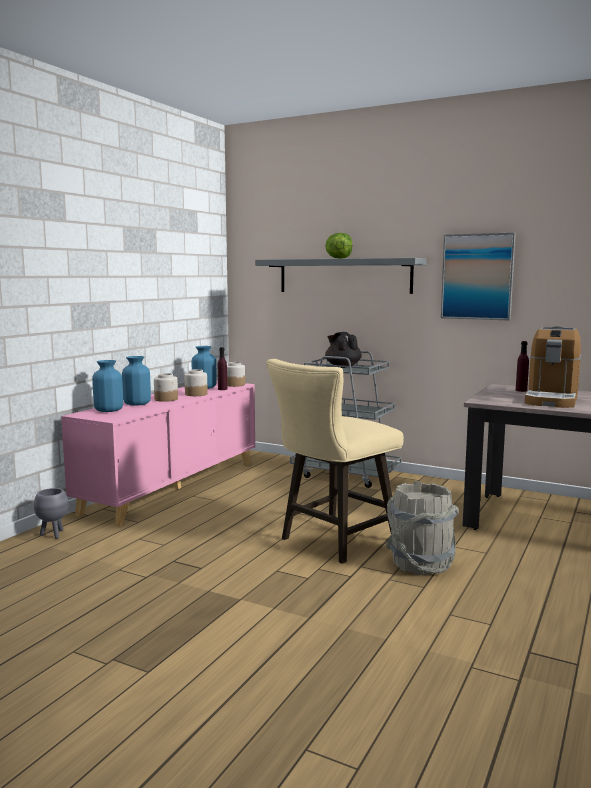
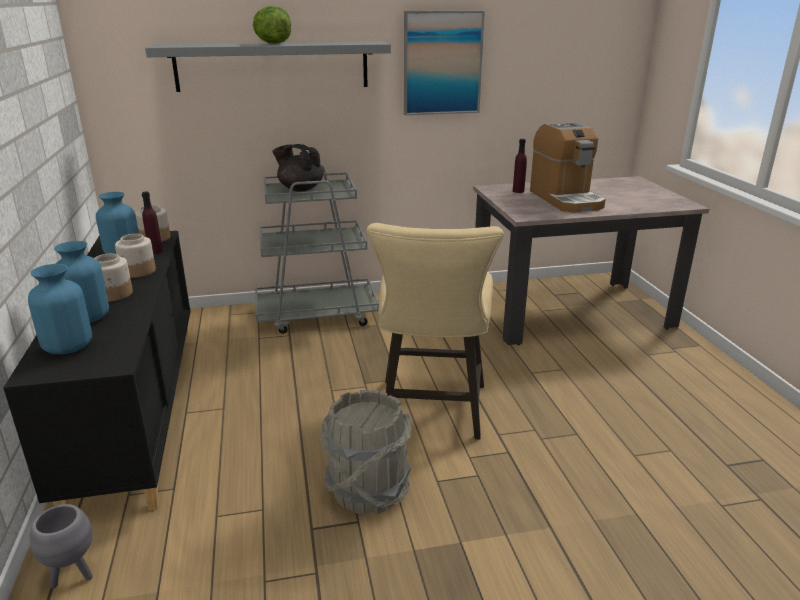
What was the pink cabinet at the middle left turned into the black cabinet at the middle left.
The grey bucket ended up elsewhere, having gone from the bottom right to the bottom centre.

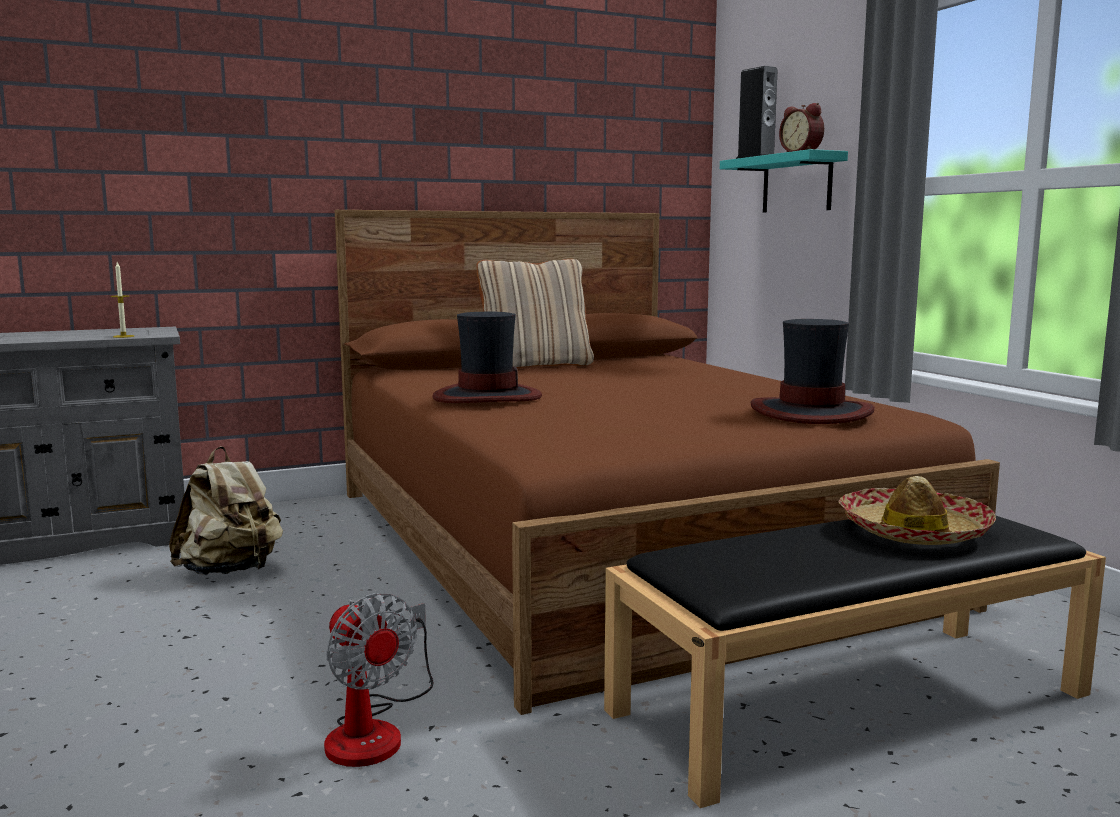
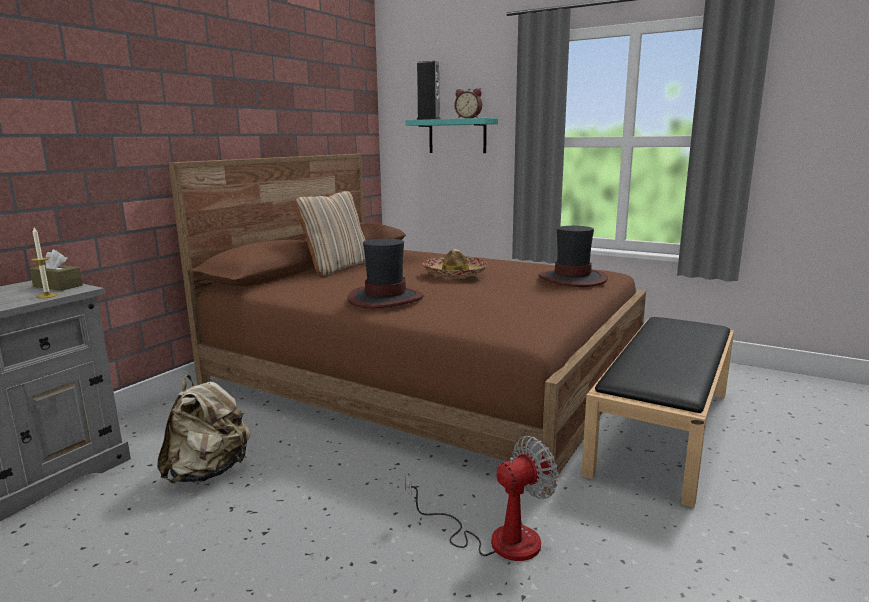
The hat (no. 3 from left in the first image) ended up elsewhere, having gone from the middle right to the centre.
The fan at the bottom centre ended up facing another way, 45 degrees counterclockwise from before.
The second view gained the brown tissue box at the middle left.

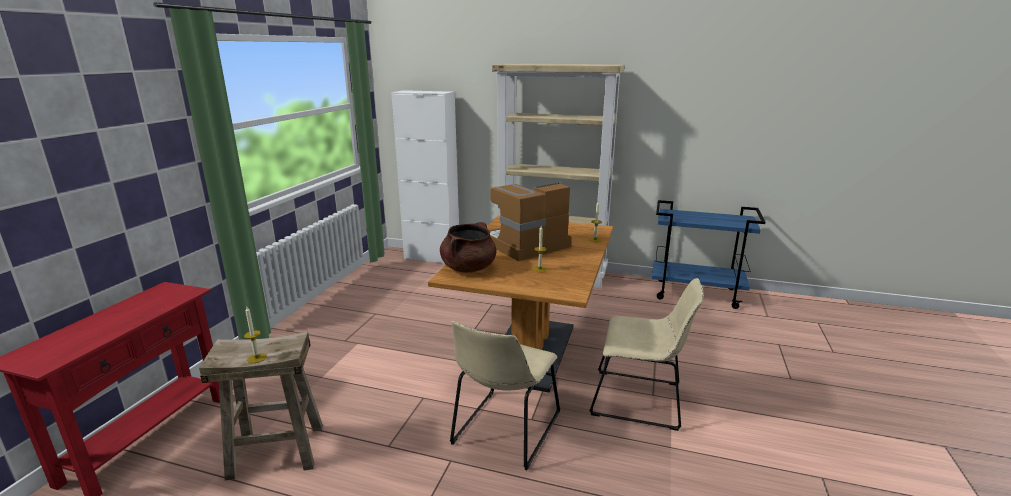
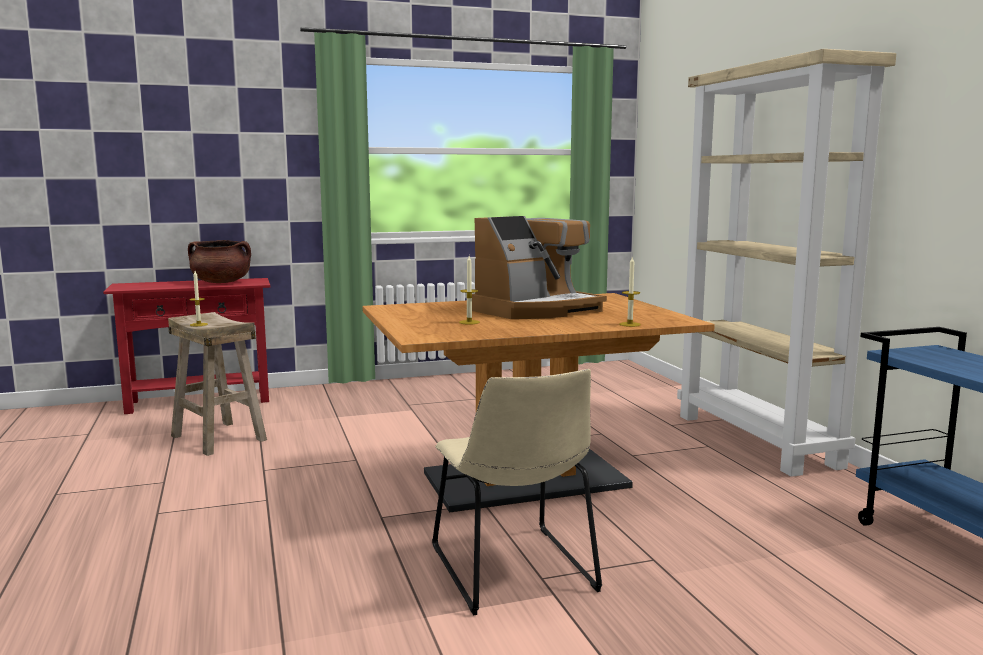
The second view lost the white cabinet at the centre.
The coffee machine at the centre ended up facing another way, 120 degrees clockwise from before.
The brown cooking pot ended up elsewhere, having gone from the centre to the middle left.
The second view lost the beige chair (no. 1 from left) at the bottom centre.

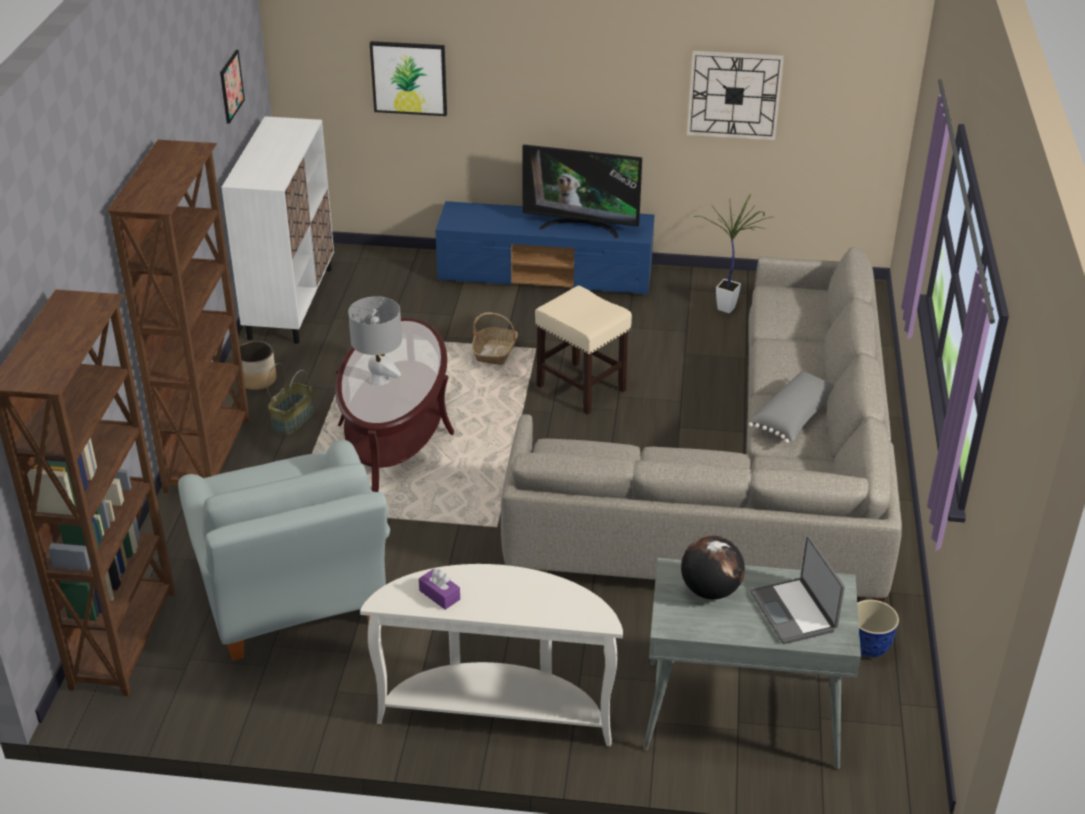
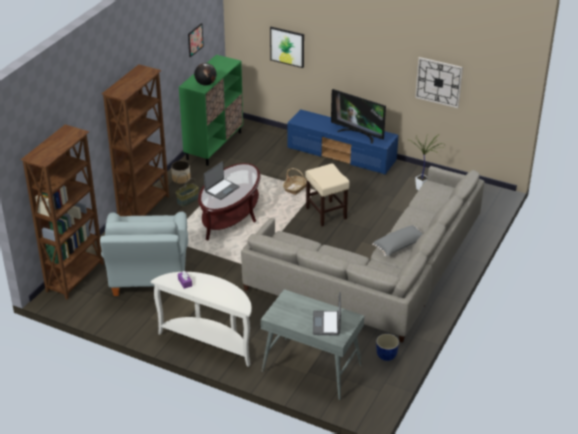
What was the white cabinet at the top left turned into the green cabinet at the top centre.
Where the grey table lamp stood at the centre, the laptop (no. 1 from left) came to stand at the centre.
The globe ended up elsewhere, having gone from the bottom centre to the top centre.

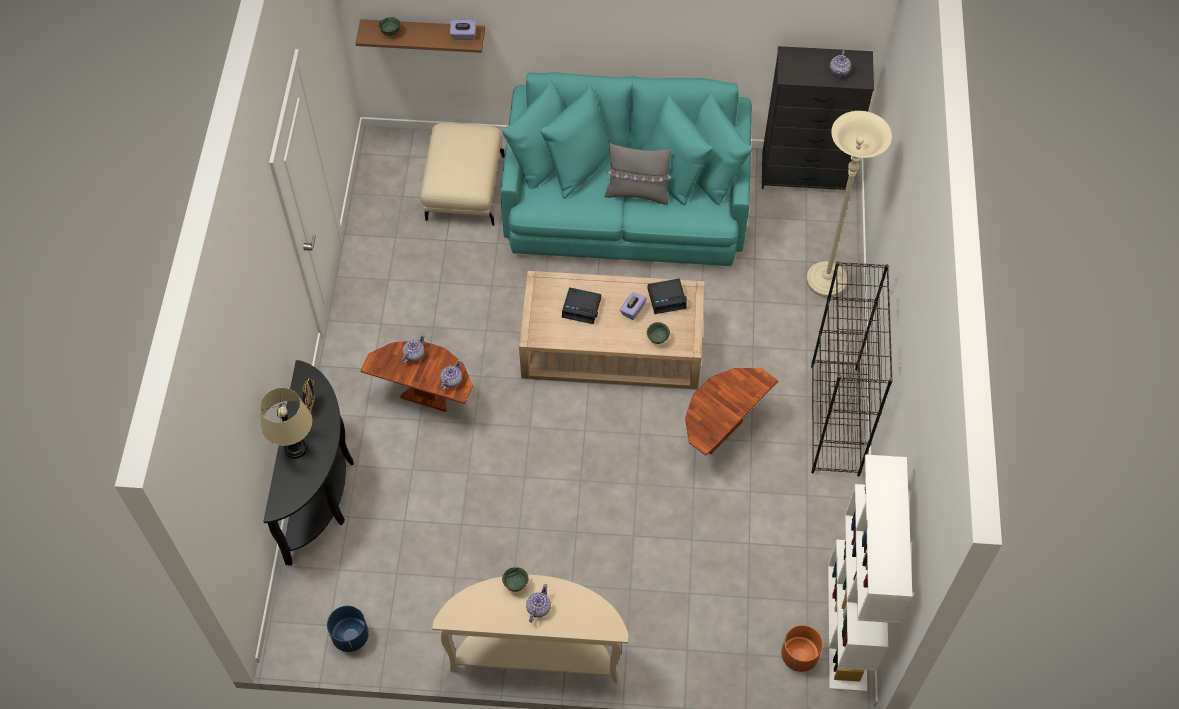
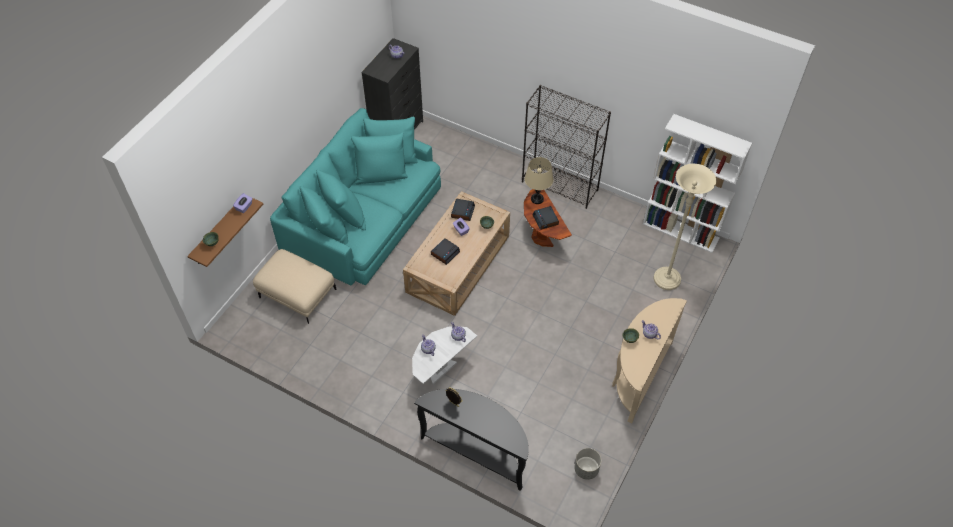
The beige floor lamp ended up elsewhere, having gone from the top right to the middle right.
The second view lost the grey pillow at the top centre.
What was the brown side table (no. 1 from left) at the centre turned into the white side table at the bottom centre.
The beige table lamp ended up elsewhere, having gone from the middle left to the centre.
What was the blue planter at the bottom left turned into the grey planter at the bottom centre.
The second view lost the orange planter at the bottom right.
The second view gained the alarm clock (no. 3 from left) at the centre.

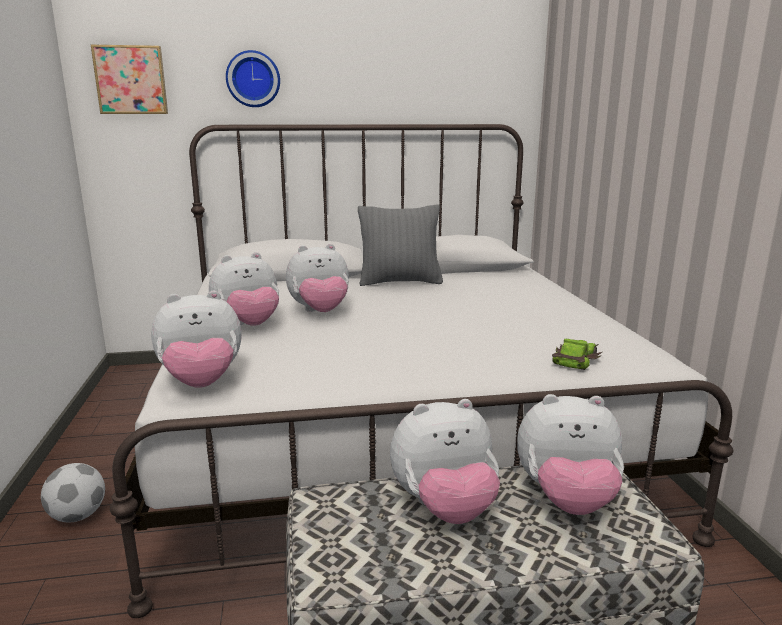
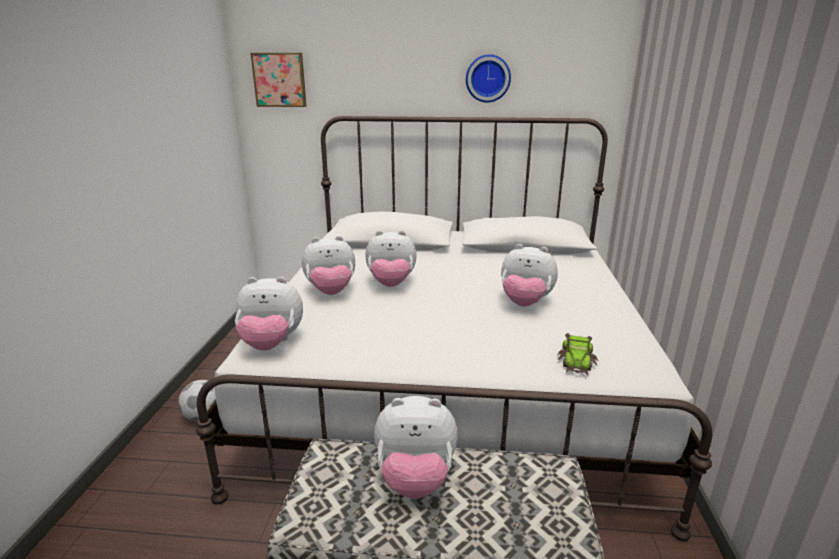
The wall clock ended up elsewhere, having gone from the top left to the top centre.
The second view lost the grey pillow at the centre.
The toy car at the middle right ended up facing another way, 150 degrees clockwise from before.
The plush toy (no. 5 from left) ended up elsewhere, having gone from the bottom right to the centre.

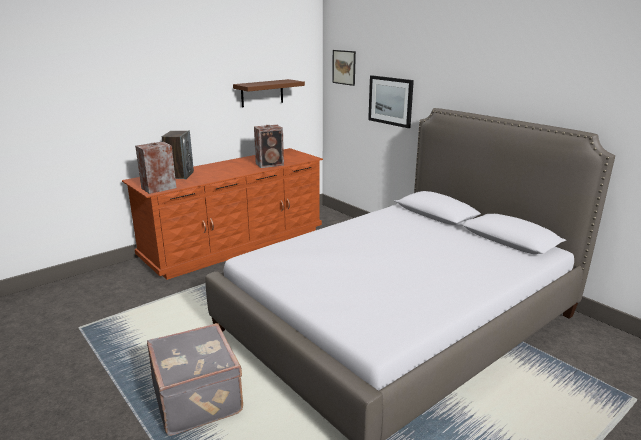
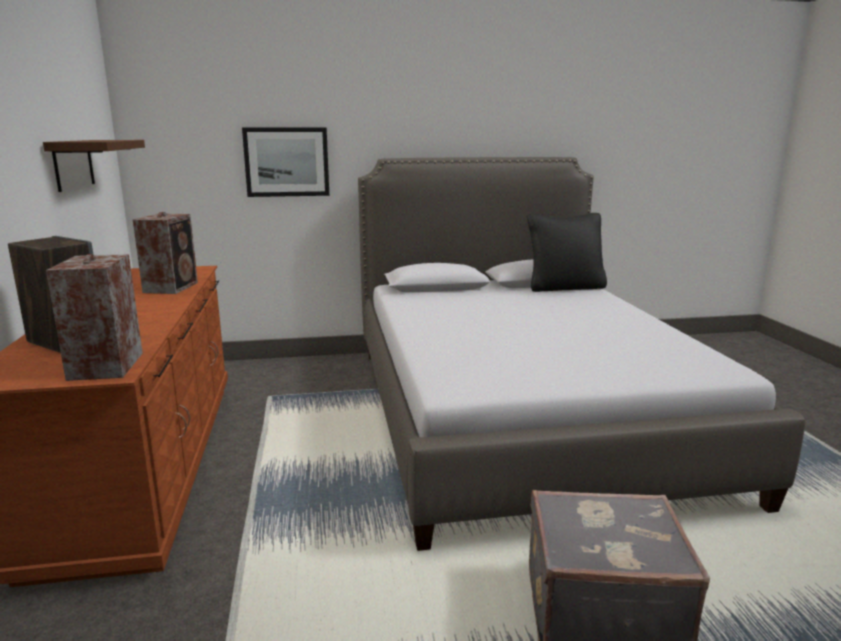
The second view lost the picture (no. 1 from left) at the top centre.
The second view gained the black pillow at the middle right.

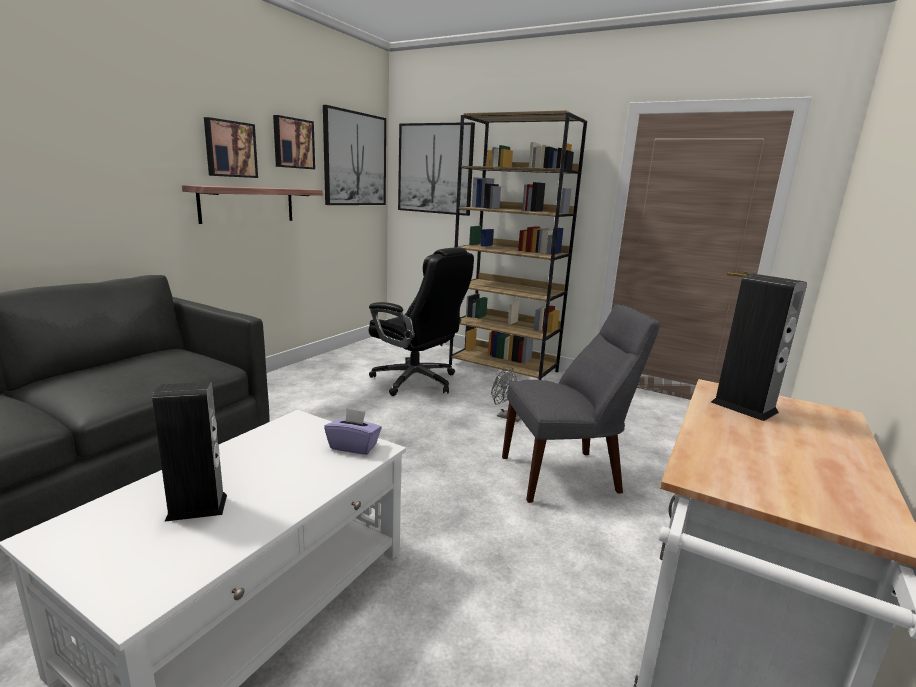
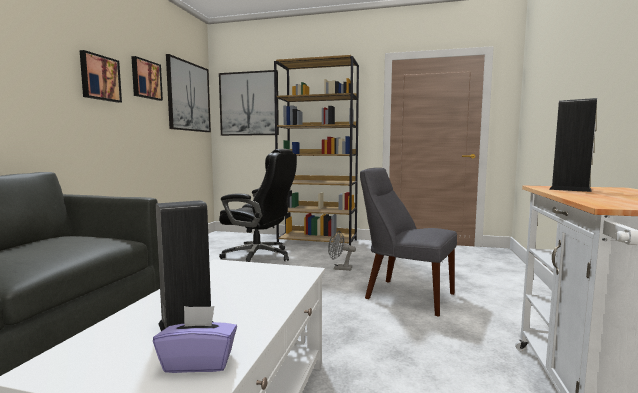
The second view lost the shelf at the top left.
The grey chair at the centre ended up facing another way, 120 degrees counterclockwise from before.
The purple tissue box ended up elsewhere, having gone from the centre to the bottom left.

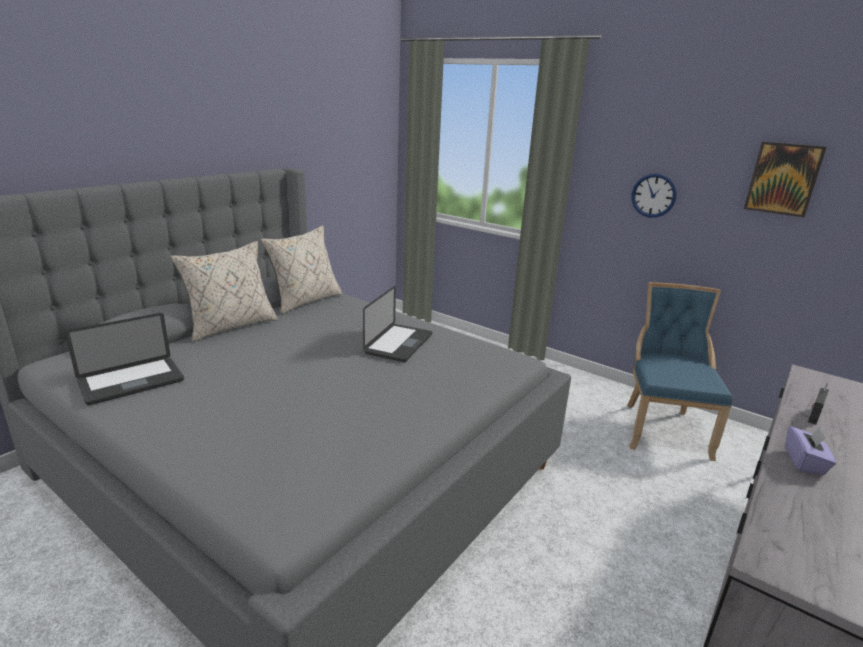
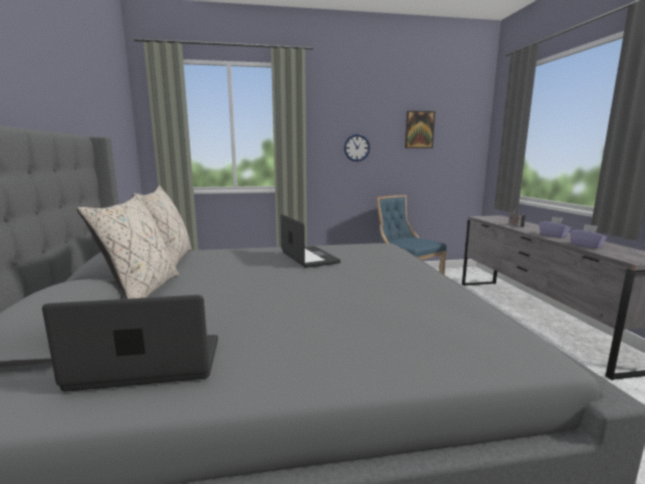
The laptop (no. 1 from left) at the middle left ended up facing another way, 105 degrees counterclockwise from before.
The second view gained the purple tissue box (no. 2 from left) at the middle right.

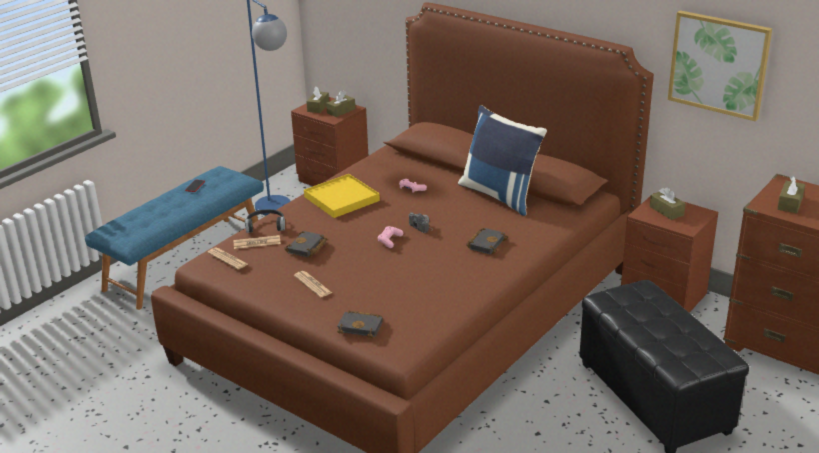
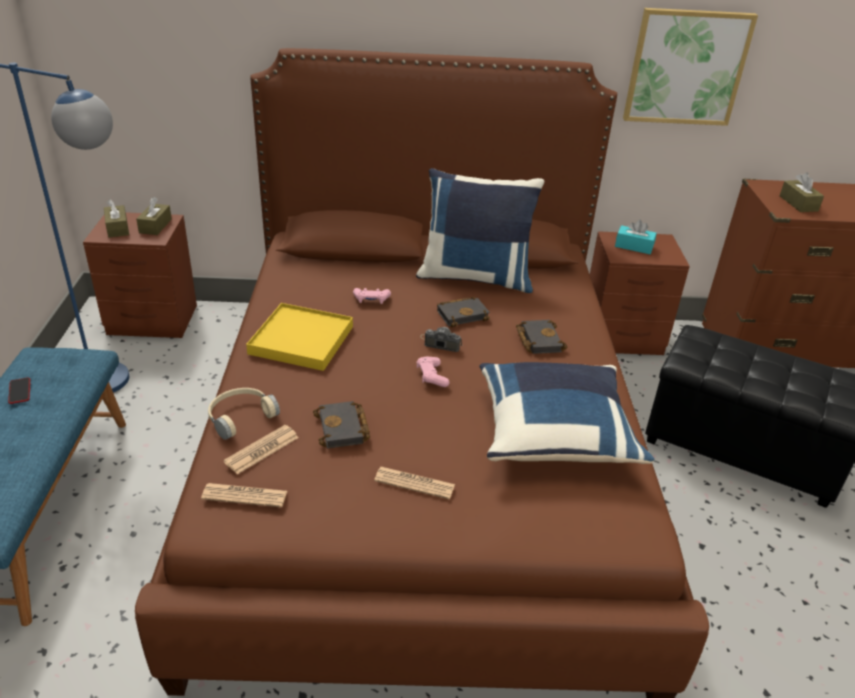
What was the brown tissue box (no. 3 from left) at the middle right turned into the turquoise tissue box at the middle right.
What was the black headphones at the middle left turned into the beige headphones at the middle left.
The black book (no. 2 from left) ended up elsewhere, having gone from the bottom centre to the centre.
The second view gained the blue pillow (no. 2 from left) at the centre.

